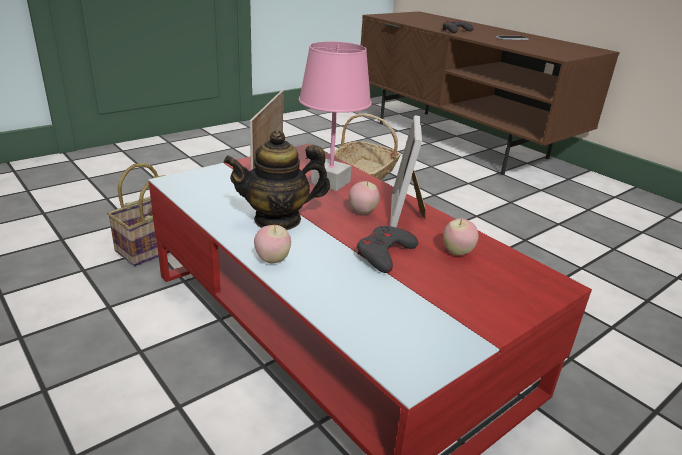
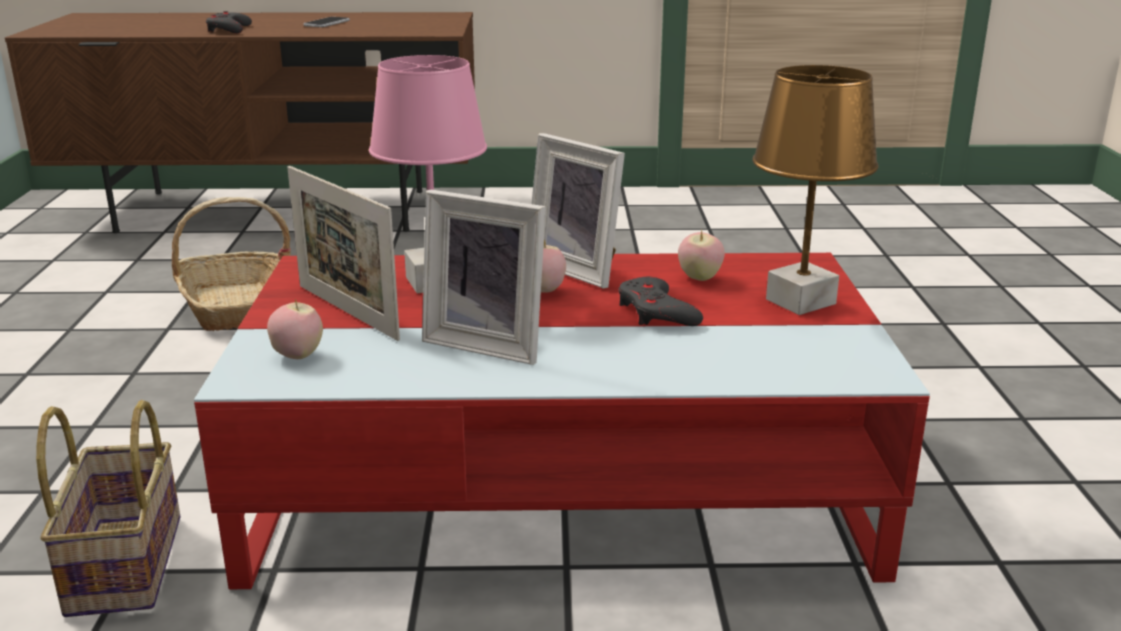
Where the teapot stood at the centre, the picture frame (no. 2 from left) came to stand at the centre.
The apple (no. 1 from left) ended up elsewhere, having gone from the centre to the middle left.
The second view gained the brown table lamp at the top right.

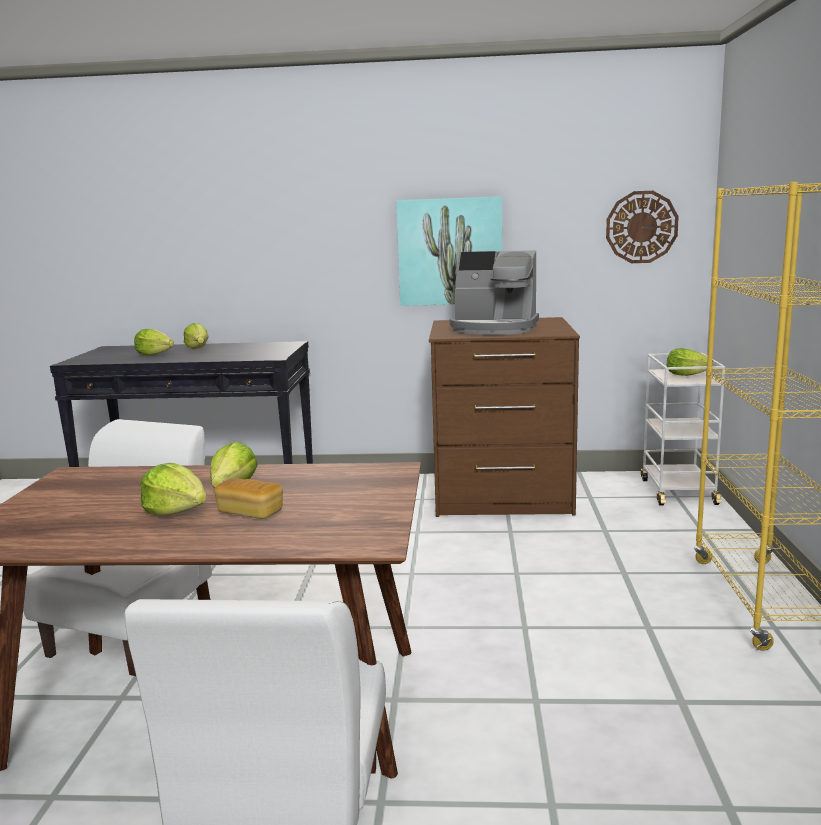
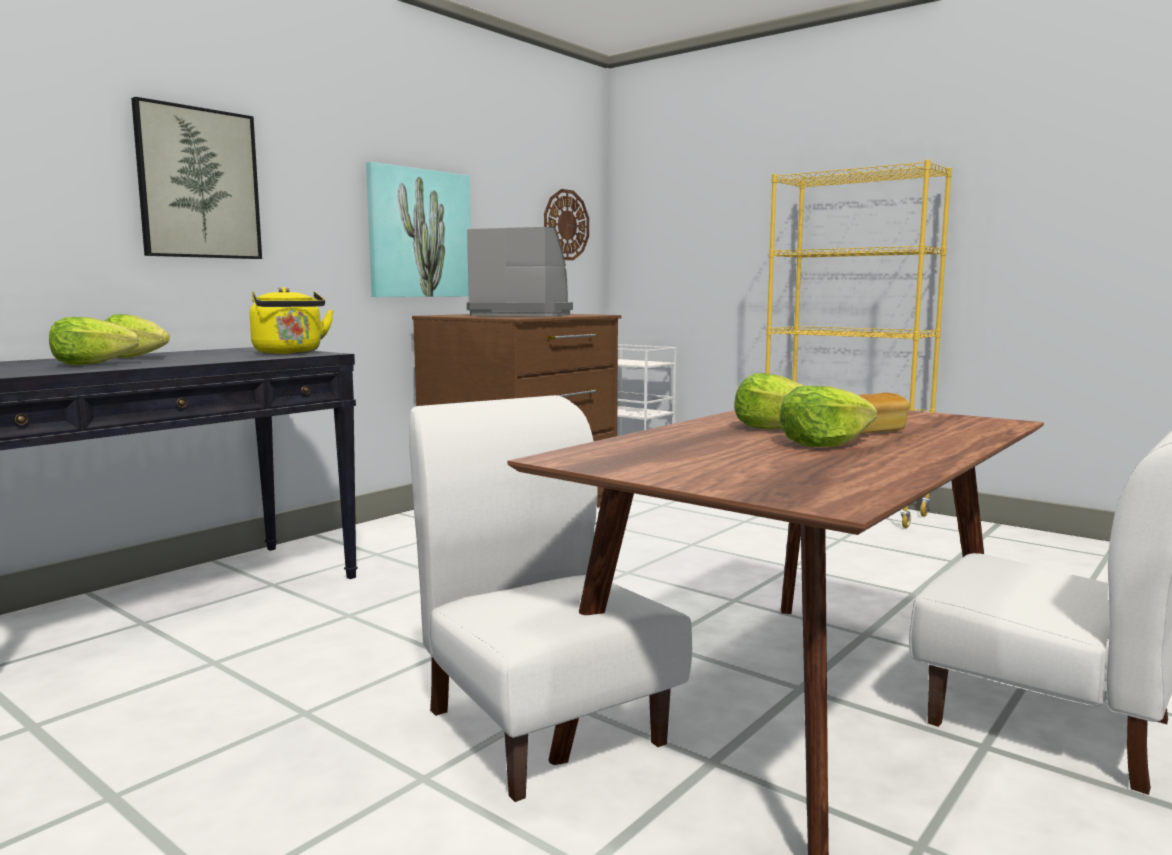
The coffee machine at the centre ended up facing another way, 120 degrees counterclockwise from before.
The second view lost the lettuce (no. 5 from left) at the middle right.
The second view gained the picture (no. 1 from left) at the top left.
The second view gained the yellow kettle at the middle left.

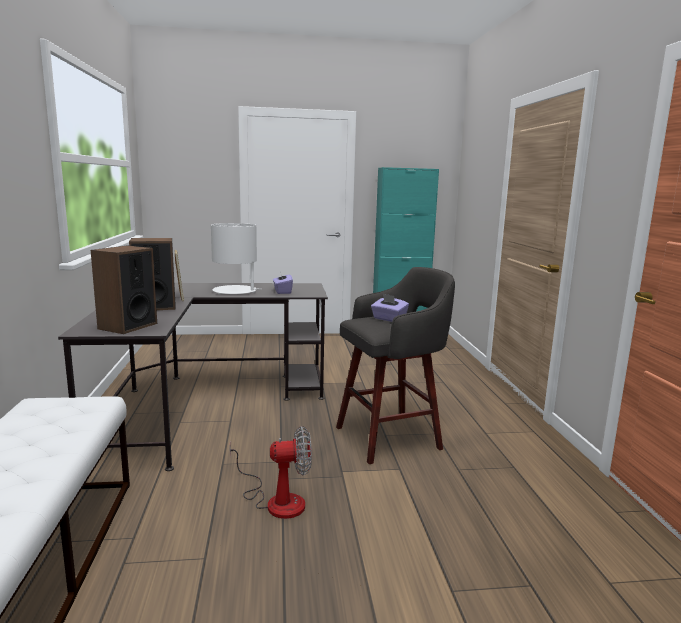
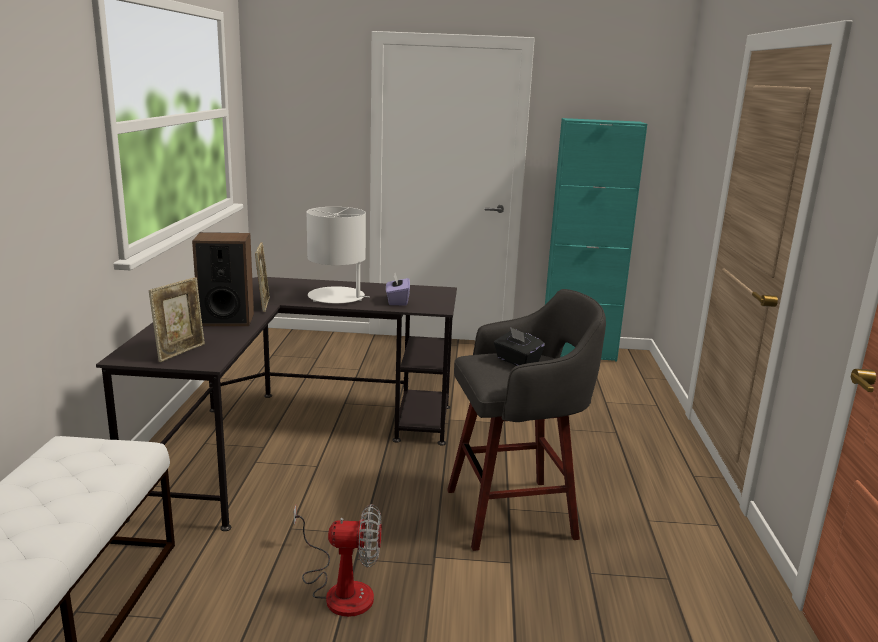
Where the speaker (no. 1 from left) stood at the middle left, the picture frame (no. 1 from left) came to stand at the middle left.
What was the purple tissue box (no. 2 from left) at the centre turned into the black tissue box at the centre.

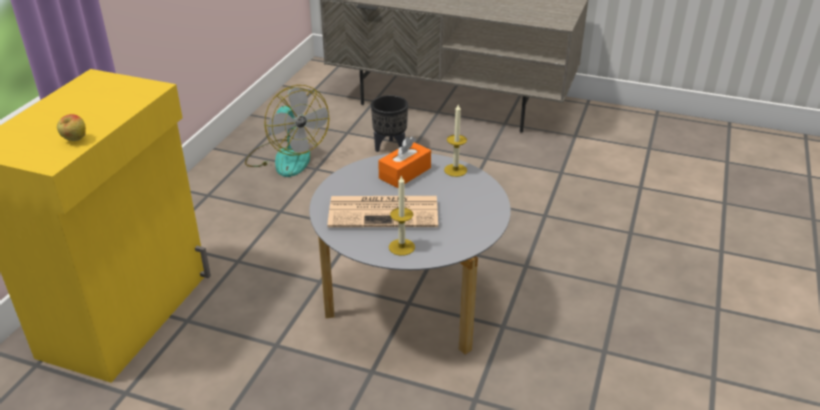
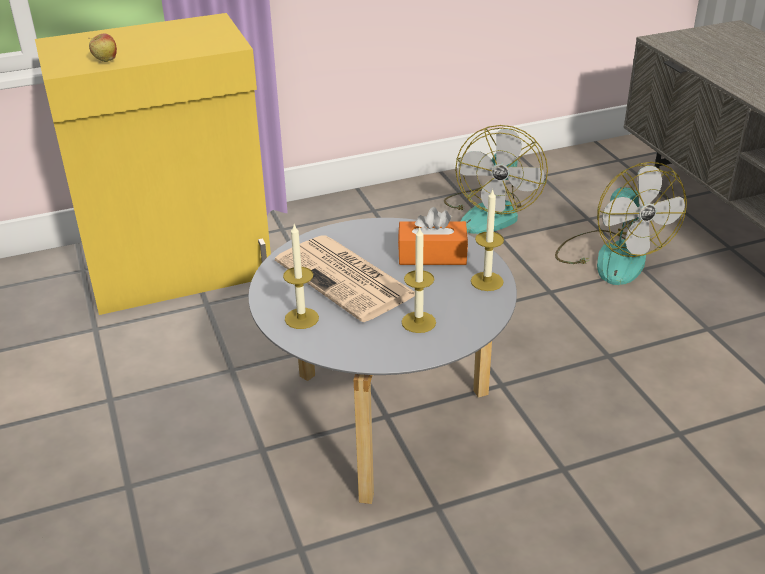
Where the black planter stood at the top centre, the fan (no. 2 from left) came to stand at the middle right.
The second view gained the candle (no. 2 from left) at the centre.

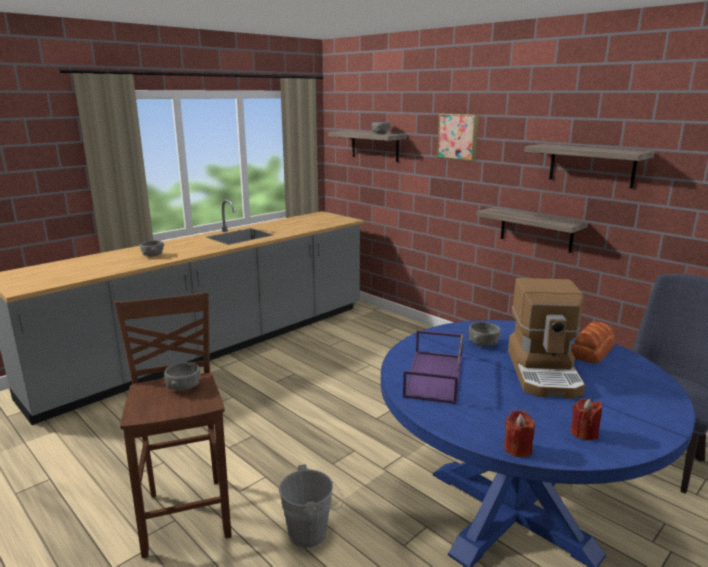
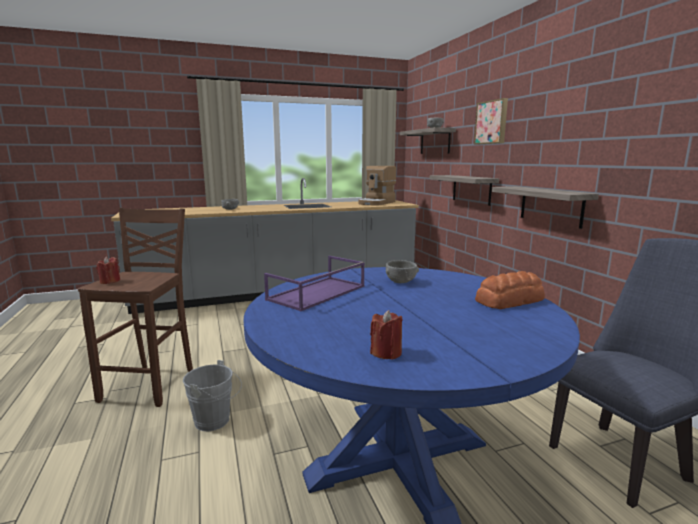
The shelf (no. 3 from left in the first image) ended up elsewhere, having gone from the top right to the centre.
The coffee machine ended up elsewhere, having gone from the middle right to the centre.
The second view lost the grey bowl (no. 2 from left) at the middle left.
The red candle (no. 1 from left) ended up elsewhere, having gone from the bottom right to the middle left.

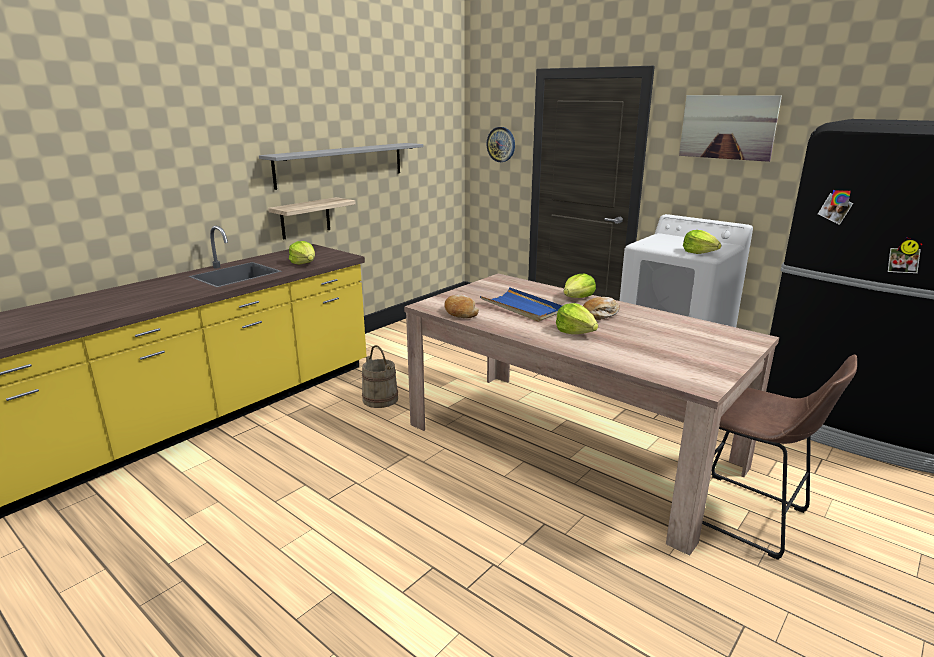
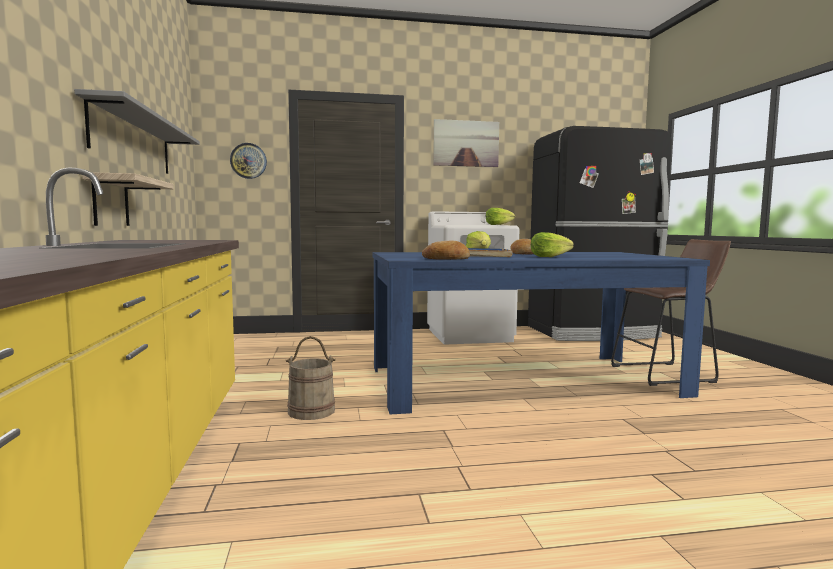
The second view lost the lettuce (no. 1 from left) at the middle left.
What was the beige dining table at the centre turned into the blue dining table at the centre.

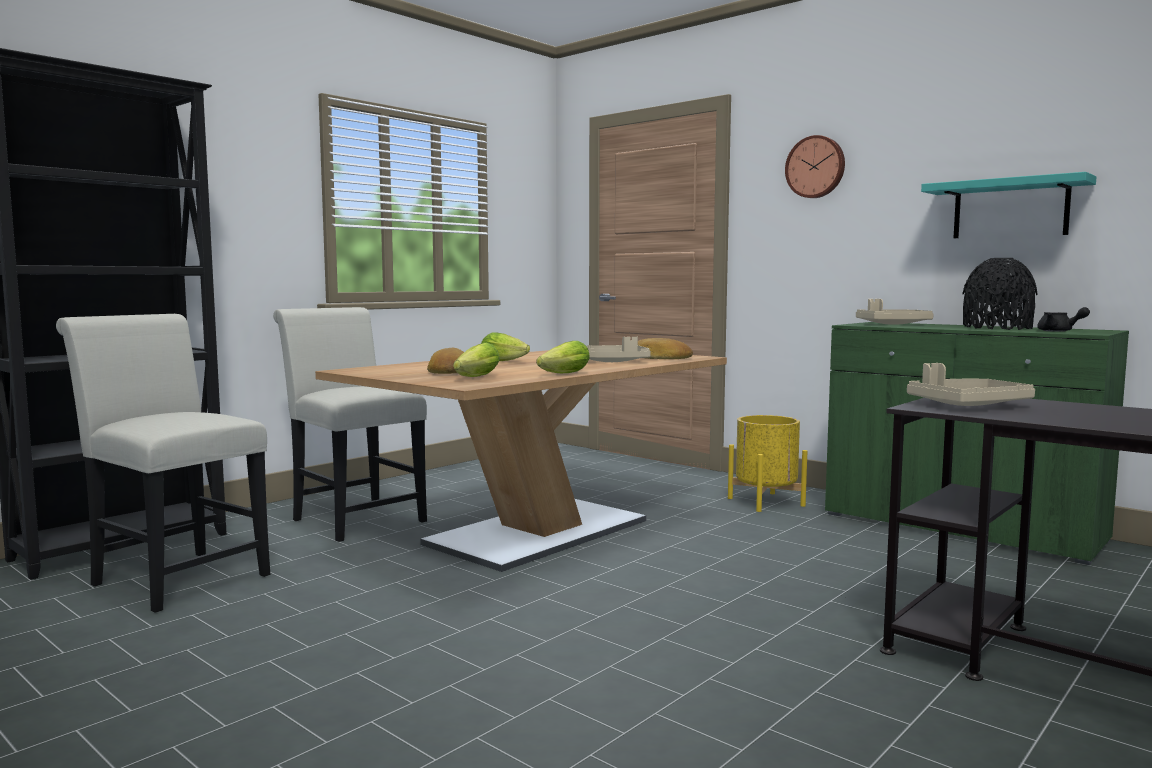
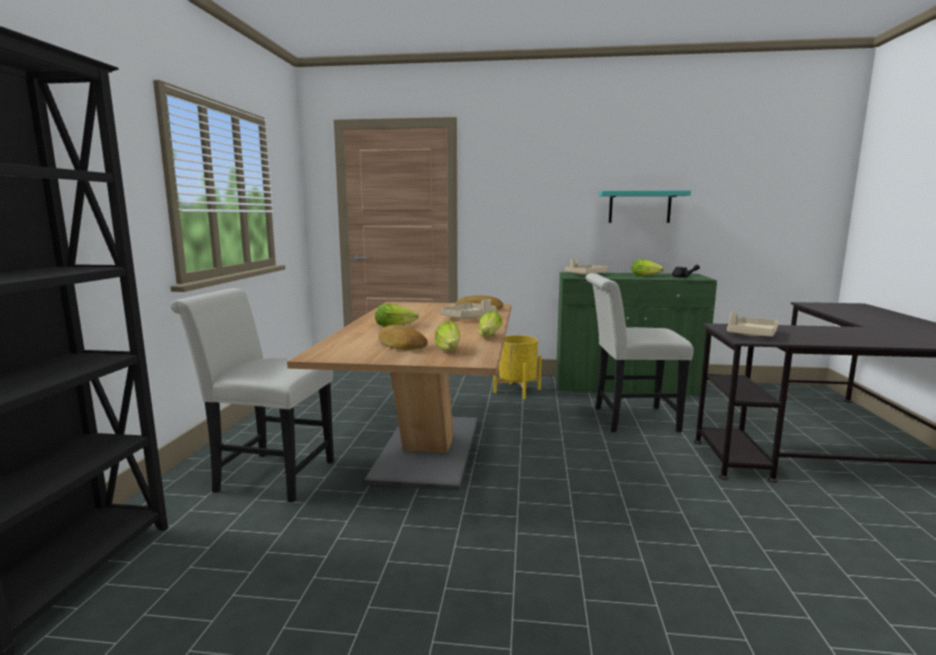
The second view lost the wall clock at the top right.
Where the black vase stood at the middle right, the lettuce (no. 4 from left) came to stand at the middle right.
The white chair (no. 1 from left in the first image) ended up elsewhere, having gone from the middle left to the middle right.

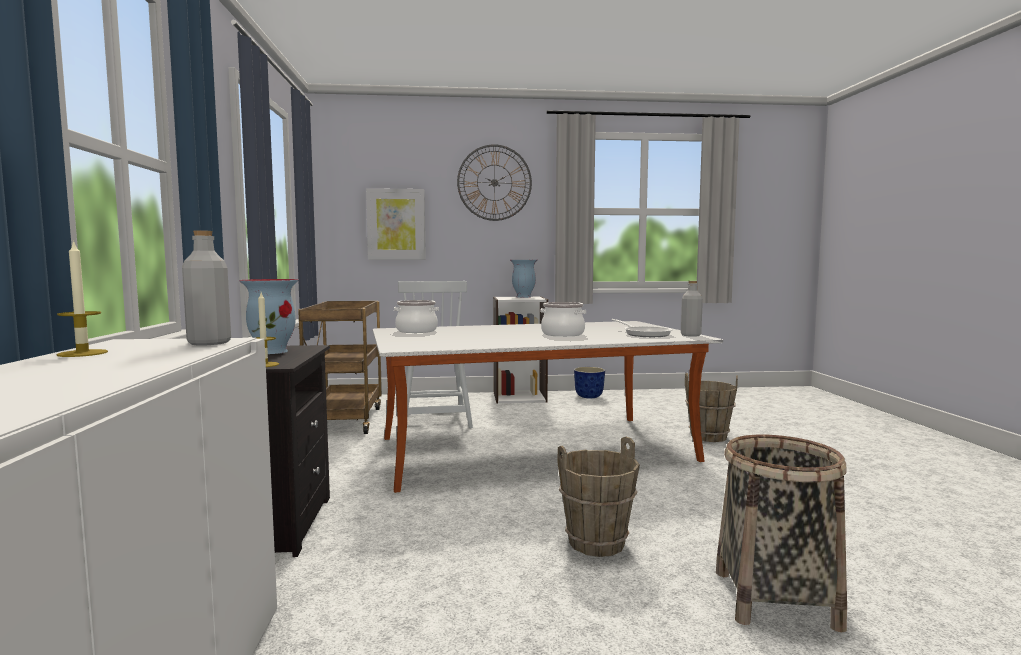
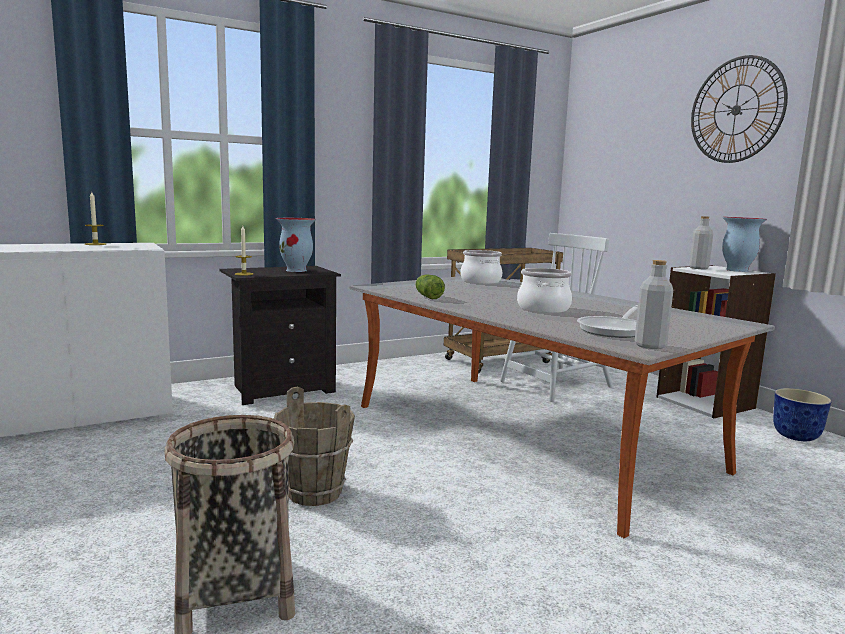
The second view lost the picture at the centre.
The grey bottle (no. 1 from left in the first image) ended up elsewhere, having gone from the middle left to the middle right.
The second view lost the brown bucket (no. 2 from left) at the middle right.
The second view gained the lettuce at the centre.

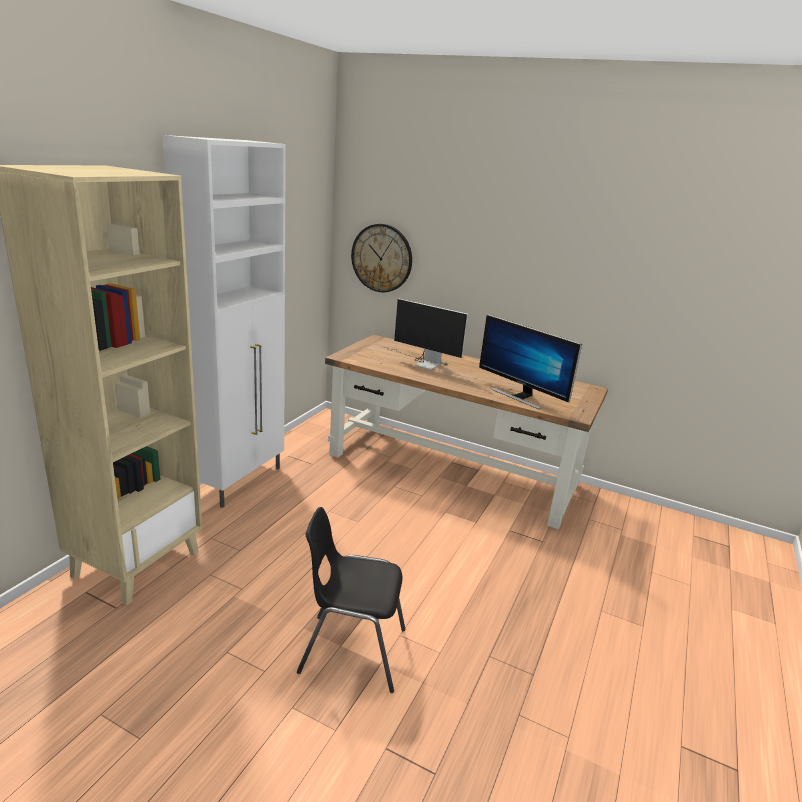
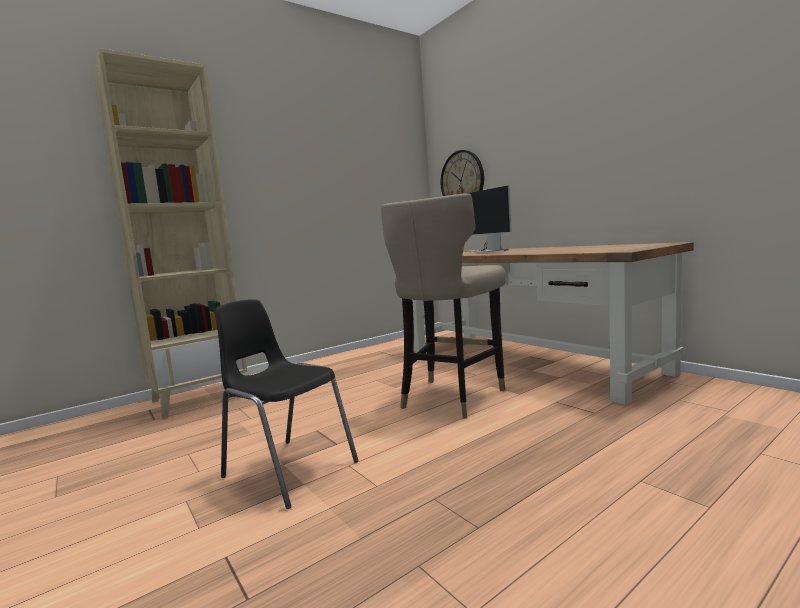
The second view lost the white cabinet at the middle left.
The second view lost the monitor (no. 2 from left) at the centre.
The second view gained the beige stool at the centre.

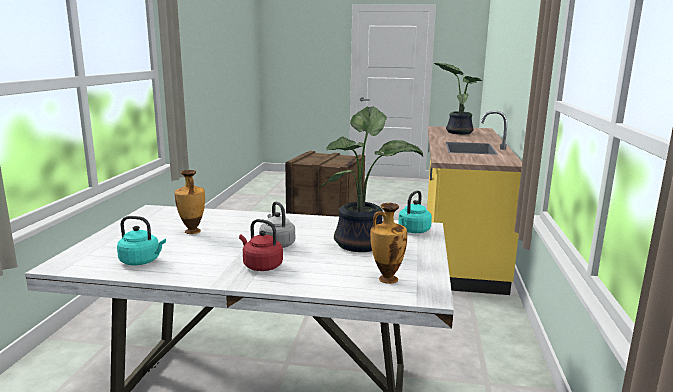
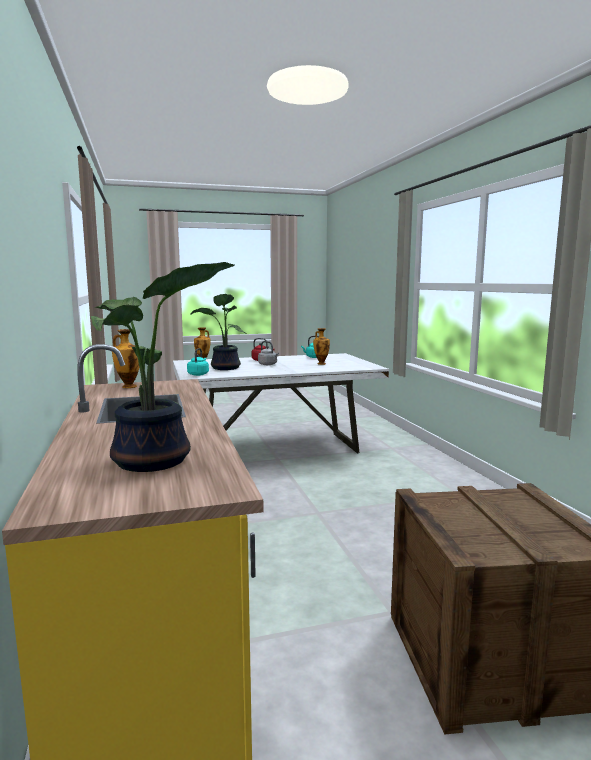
The second view gained the vase (no. 1 from left) at the middle left.

